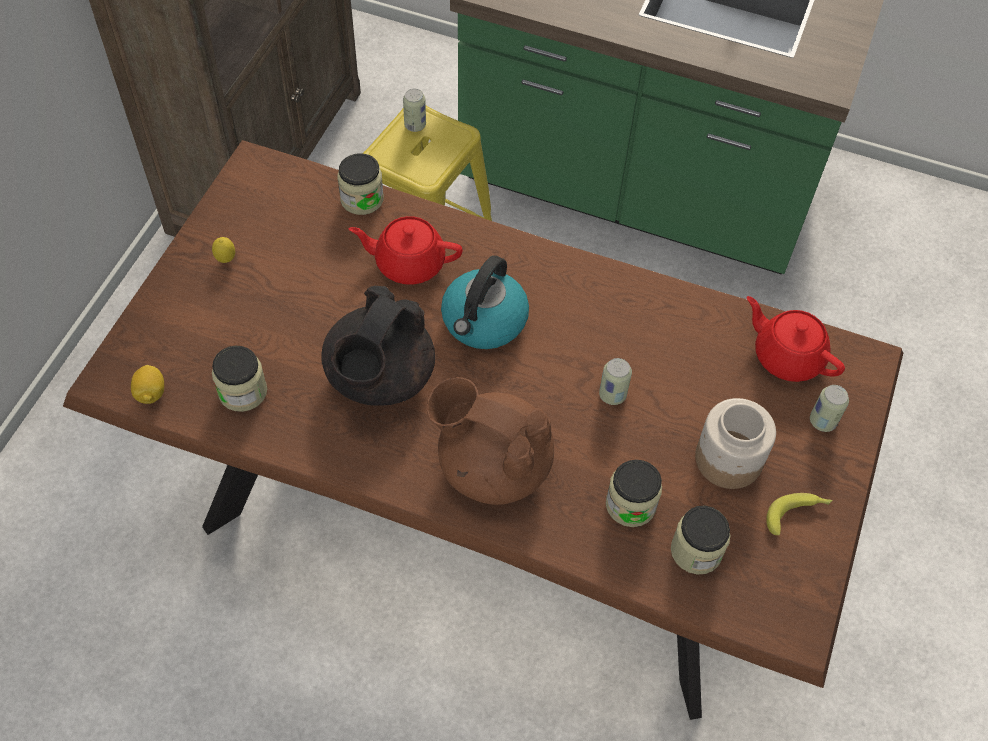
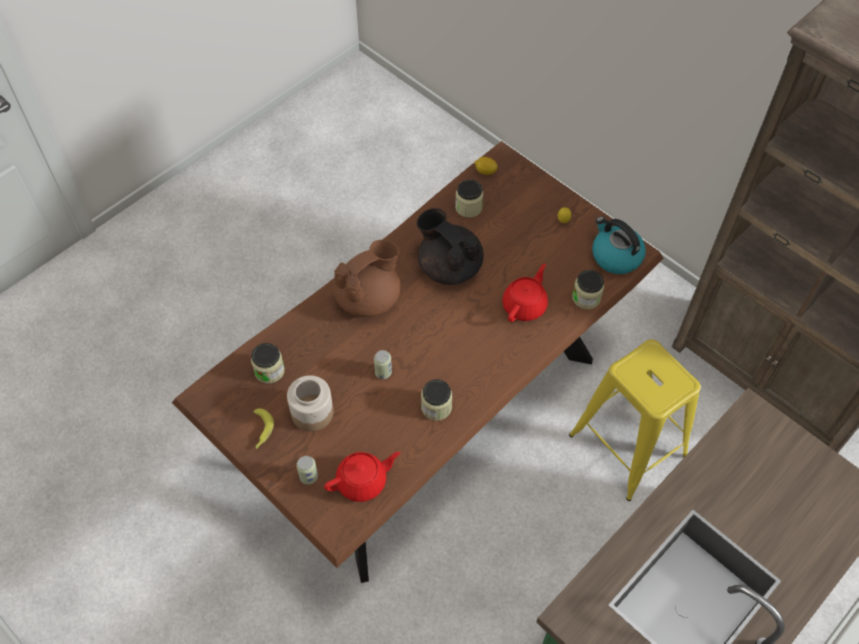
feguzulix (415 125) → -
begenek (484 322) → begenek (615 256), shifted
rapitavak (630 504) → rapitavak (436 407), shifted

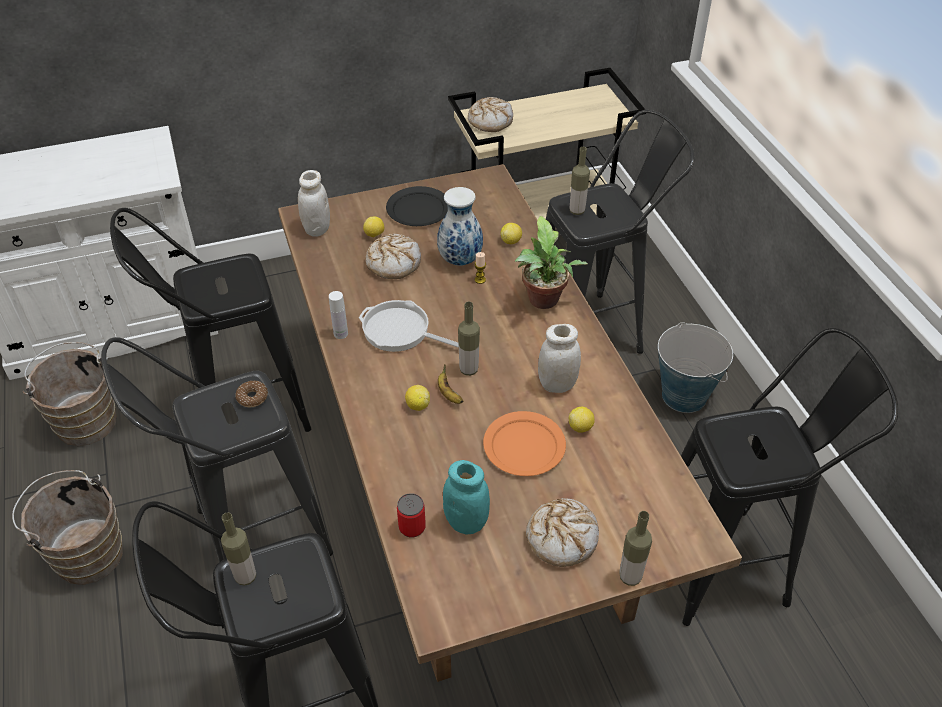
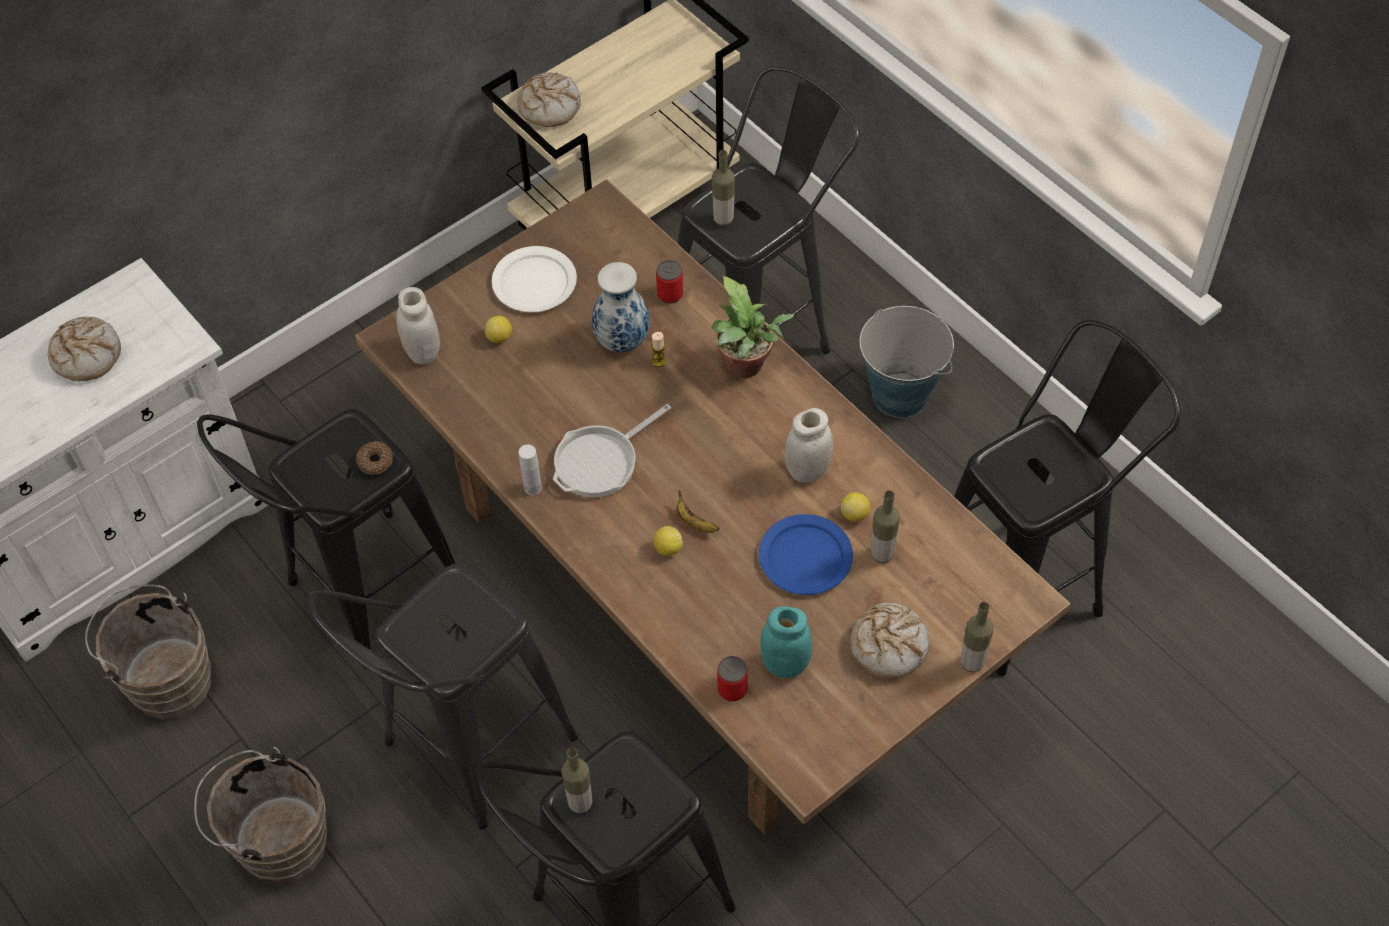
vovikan (252 397) → vovikan (375 461), shifted
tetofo (393 262) → tetofo (86 355), shifted
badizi (469 369) → badizi (882 554), shifted
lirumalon (511 241) → feguzulix (670 294)
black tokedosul (418 209) → white tokedosul (534 283)
orange tokedosul (524 447) → blue tokedosul (806 558)
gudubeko (401 331) → gudubeko (601 461), 45 degrees counterclockwise

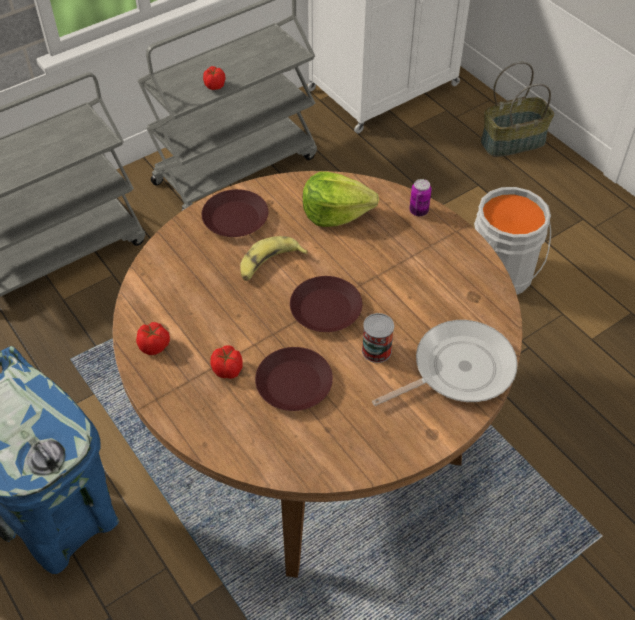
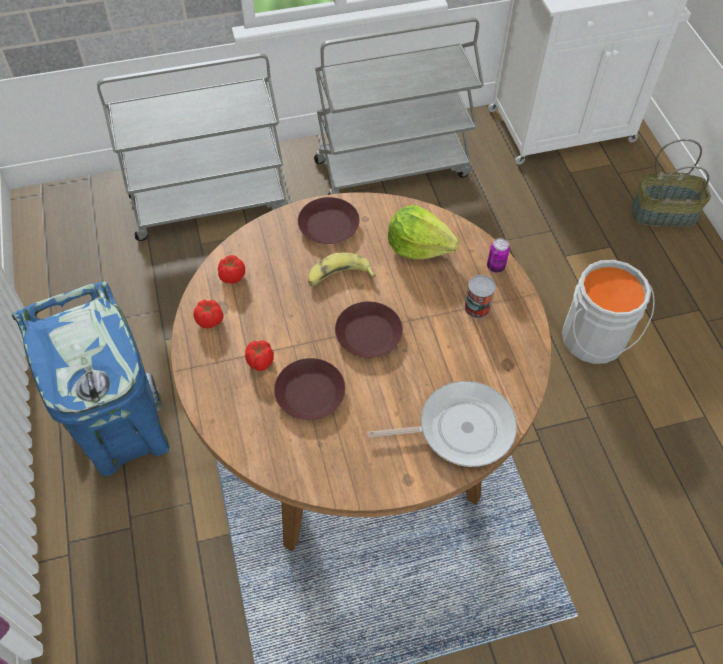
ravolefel (214 86) → ravolefel (232 276), shifted
feguzulix (376 350) → feguzulix (477 307), shifted

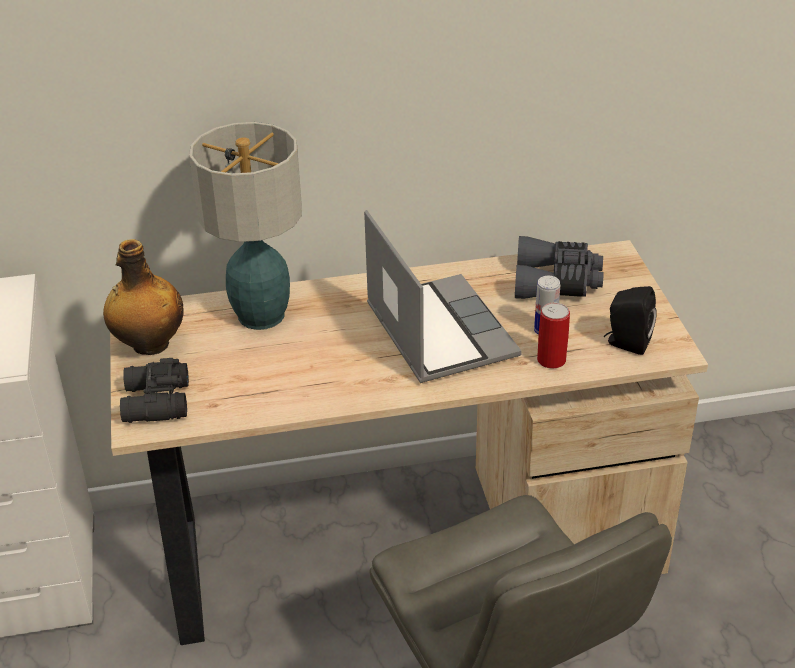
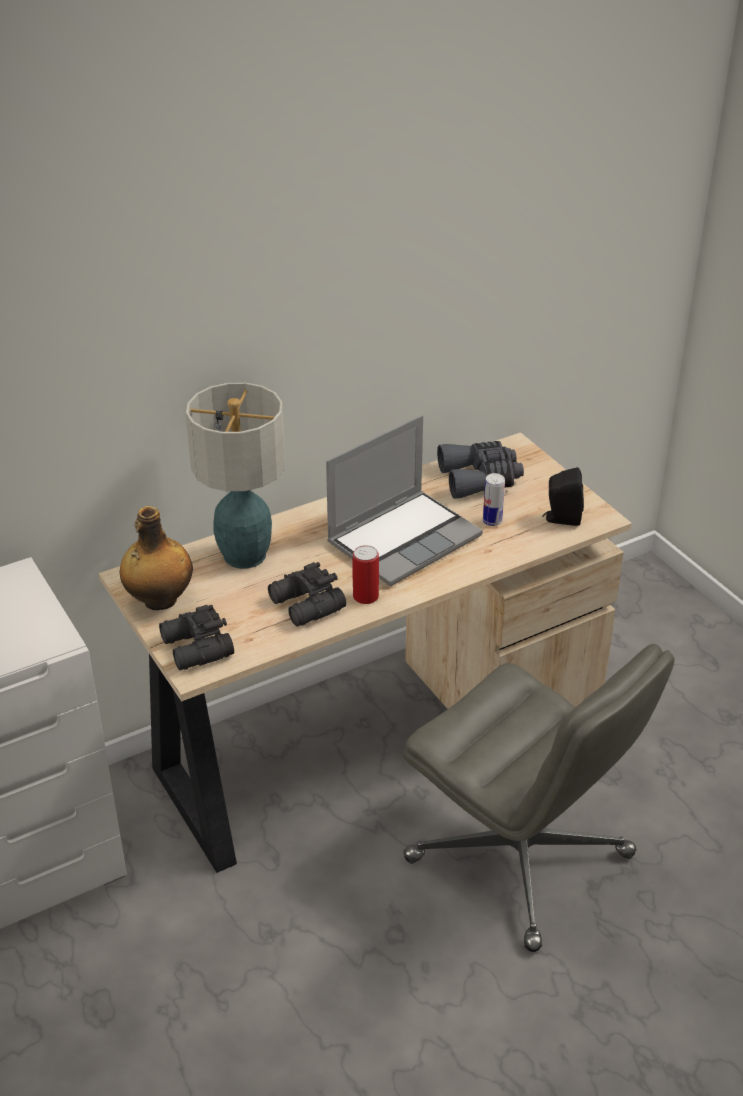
- → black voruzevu (306 606)
feguzulix (551 360) → feguzulix (365 596), shifted
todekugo (437 331) → todekugo (404 538), 90 degrees clockwise

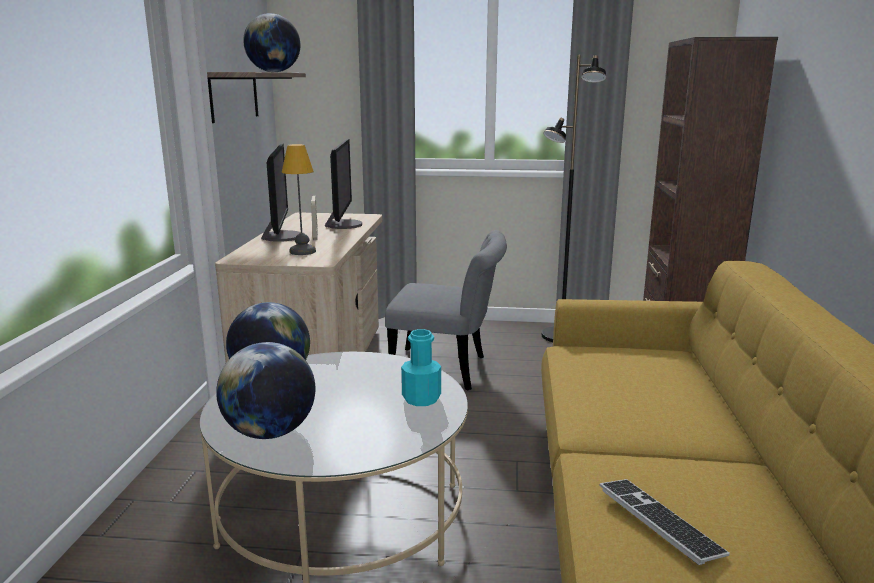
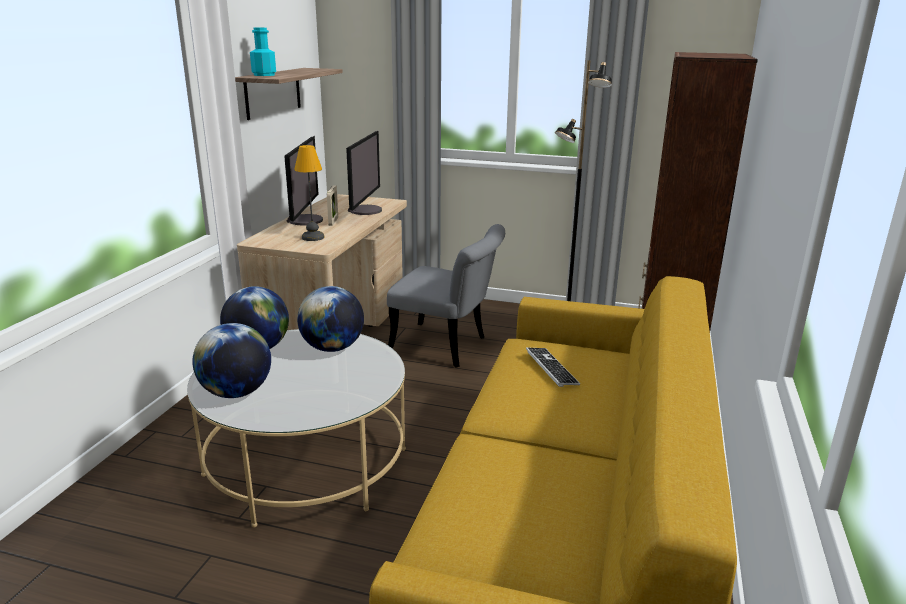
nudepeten (274 72) → nudepeten (332 348), shifted
turquoise badizi (421 398) → turquoise badizi (264 75), shifted
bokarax (659 521) → bokarax (551 368), shifted

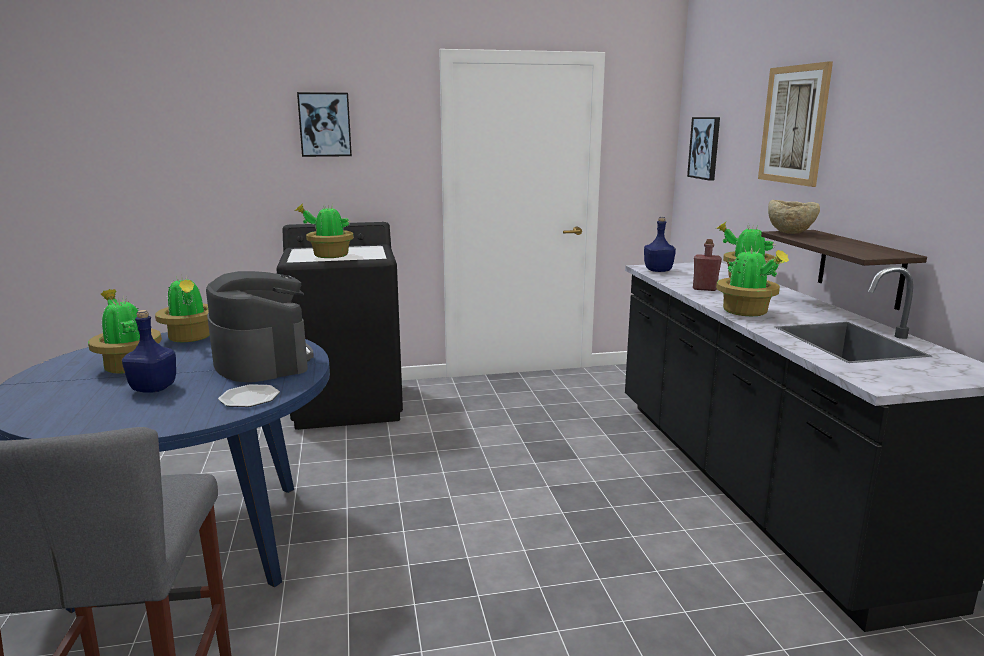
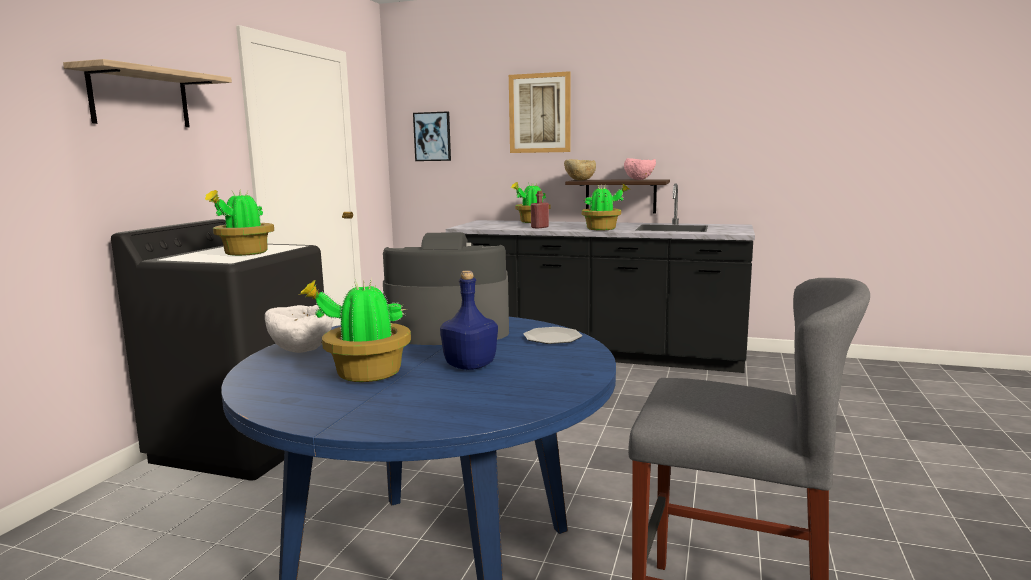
blue badizi (658 270) → -
- → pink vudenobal (639 179)
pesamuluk (190 338) → white vudenobal (302 350)
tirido (325 124) → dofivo (140 98)

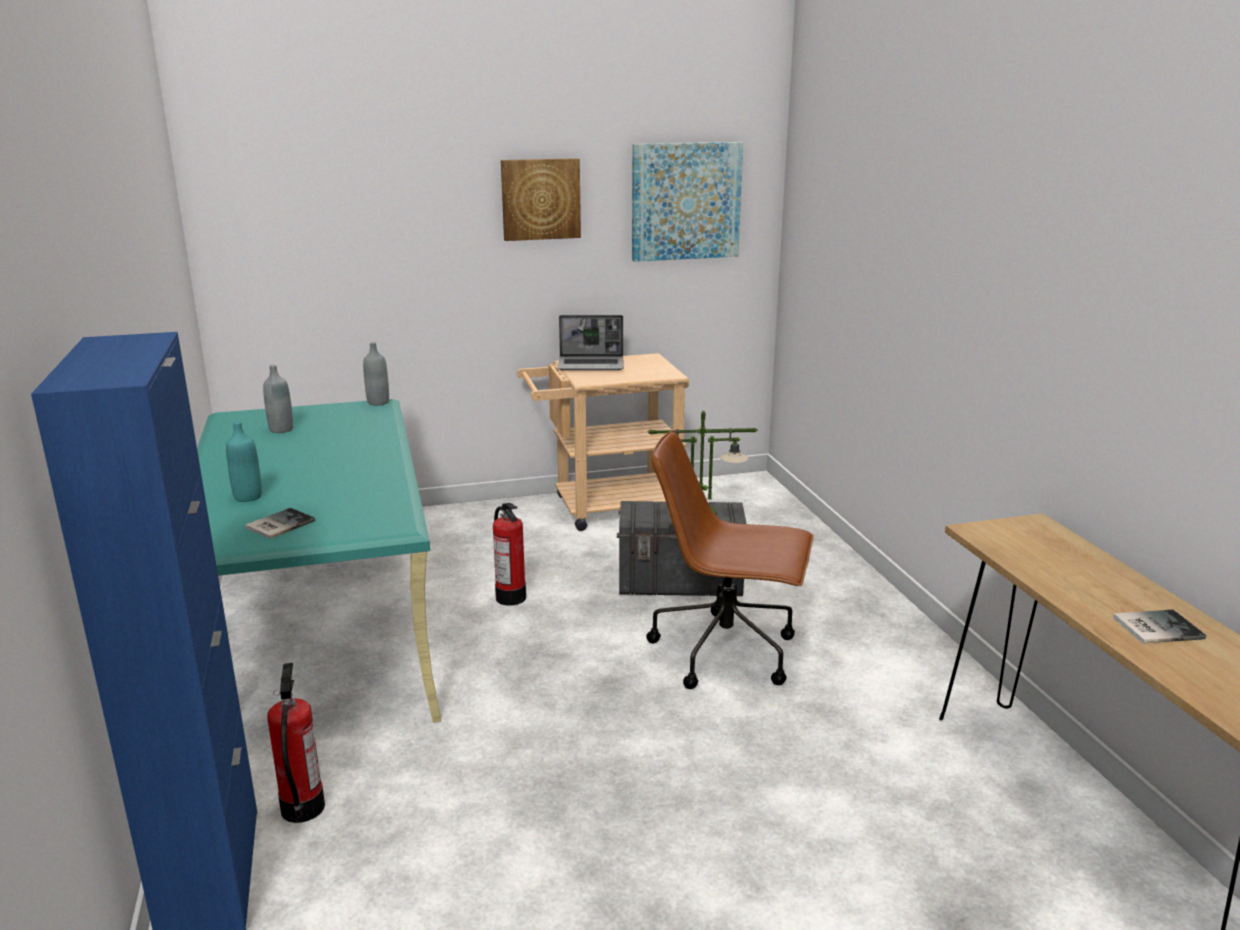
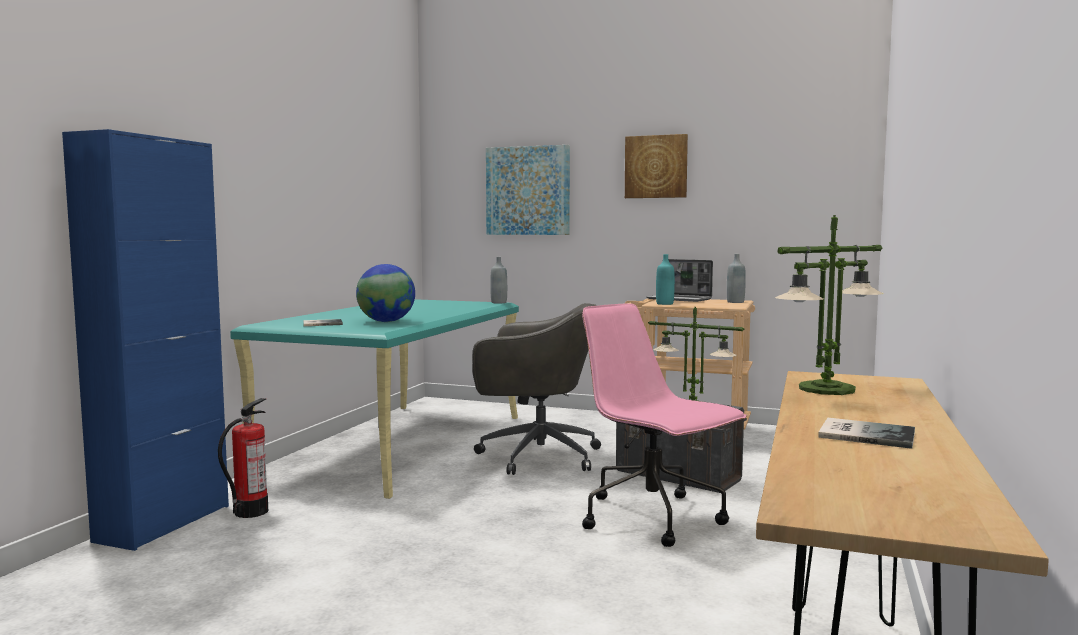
- → nudepeten (386 321)
- → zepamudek (827 389)
turquoise badizi (248 497) → turquoise badizi (664 304), shifted
grey badizi (281 429) → grey badizi (735 302), shifted
tirido (685 201) → tirido (528 191), shifted
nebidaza (511 597) → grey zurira (535 456)
brown zurira (727 652) → pink zurira (653 518)

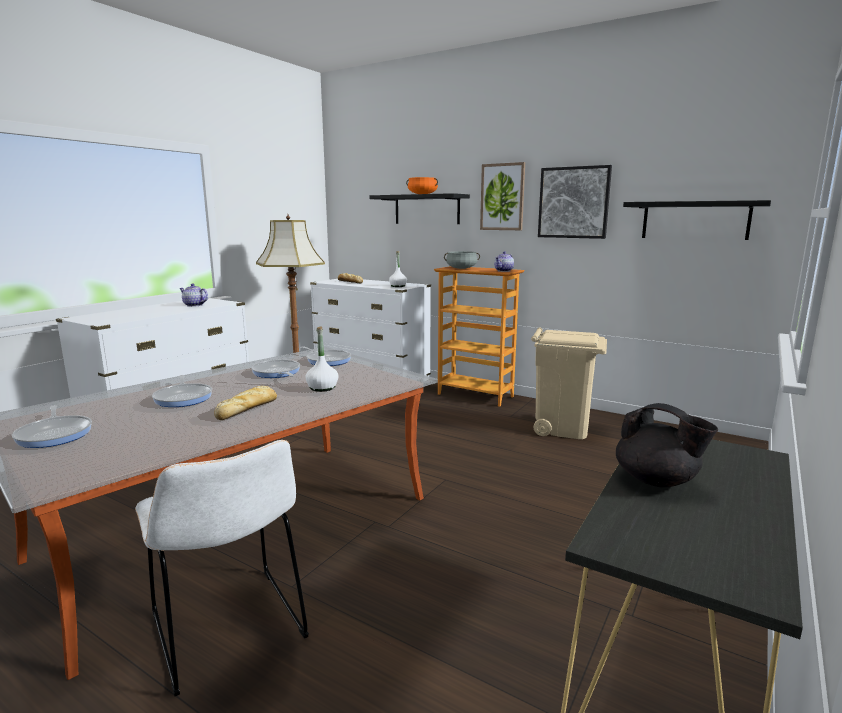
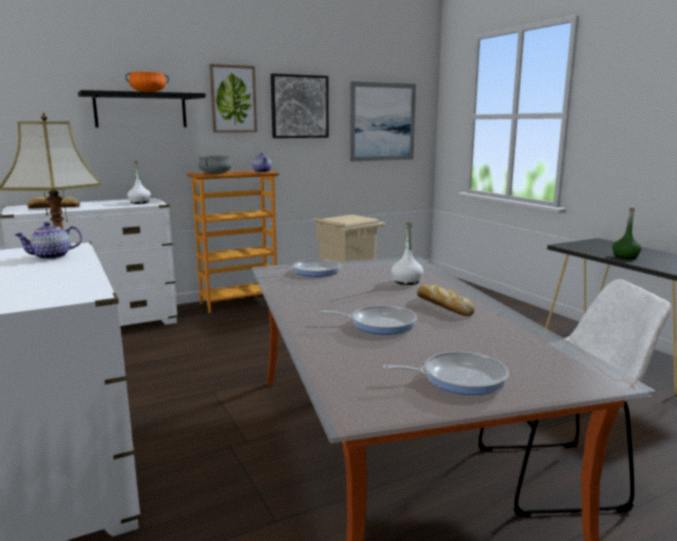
gudubeko (277 373) → -
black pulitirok (657 481) → green badizi (625 257)
black dofivo (695 220) → tirido (382 122)

